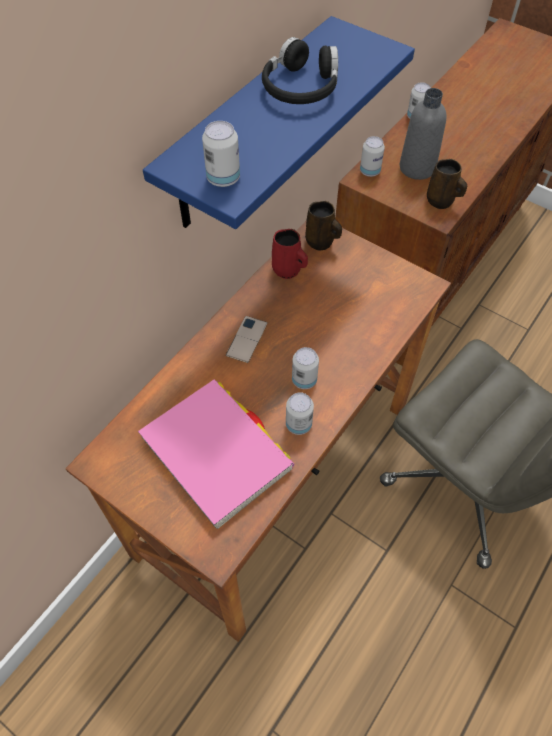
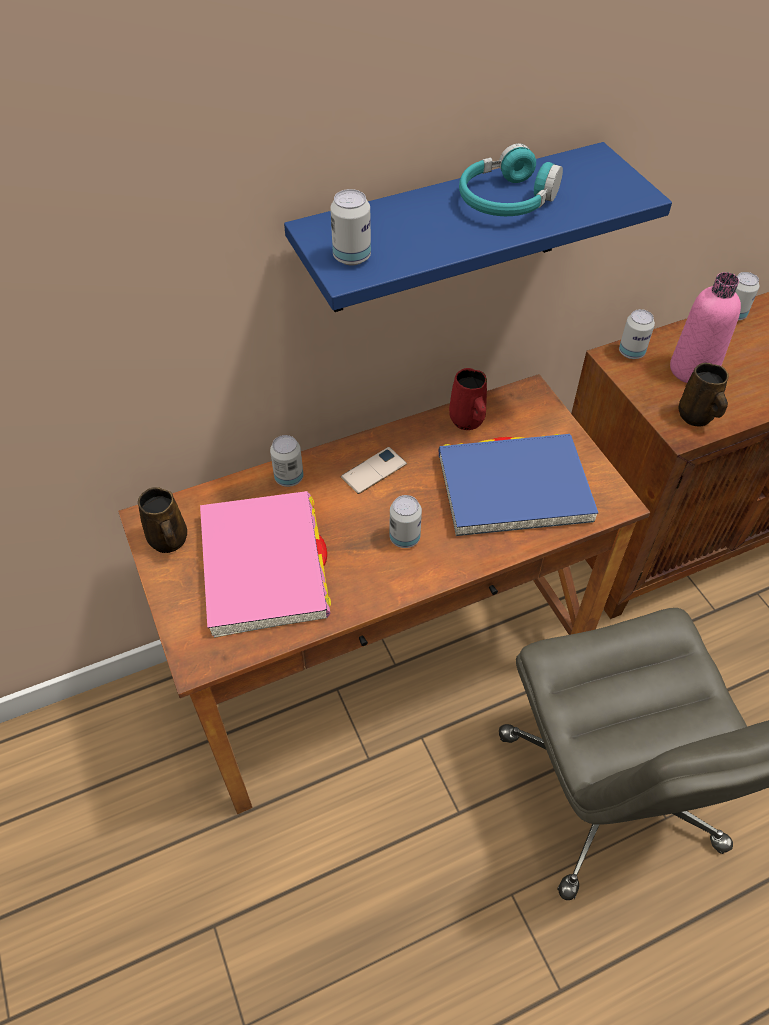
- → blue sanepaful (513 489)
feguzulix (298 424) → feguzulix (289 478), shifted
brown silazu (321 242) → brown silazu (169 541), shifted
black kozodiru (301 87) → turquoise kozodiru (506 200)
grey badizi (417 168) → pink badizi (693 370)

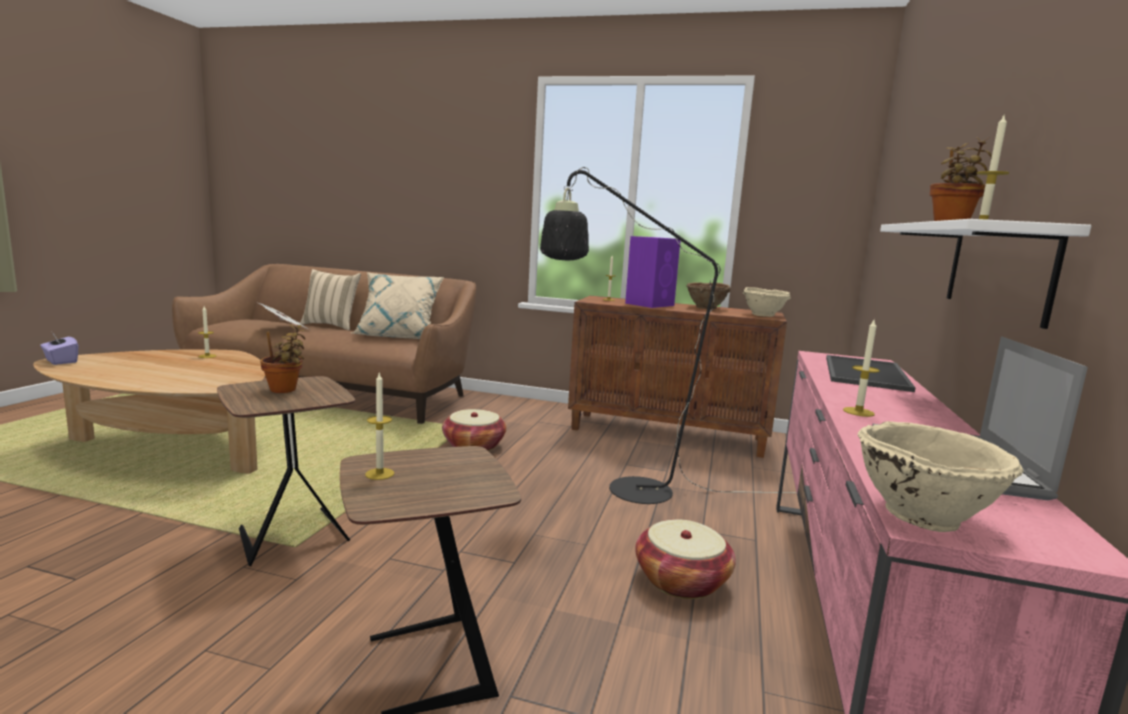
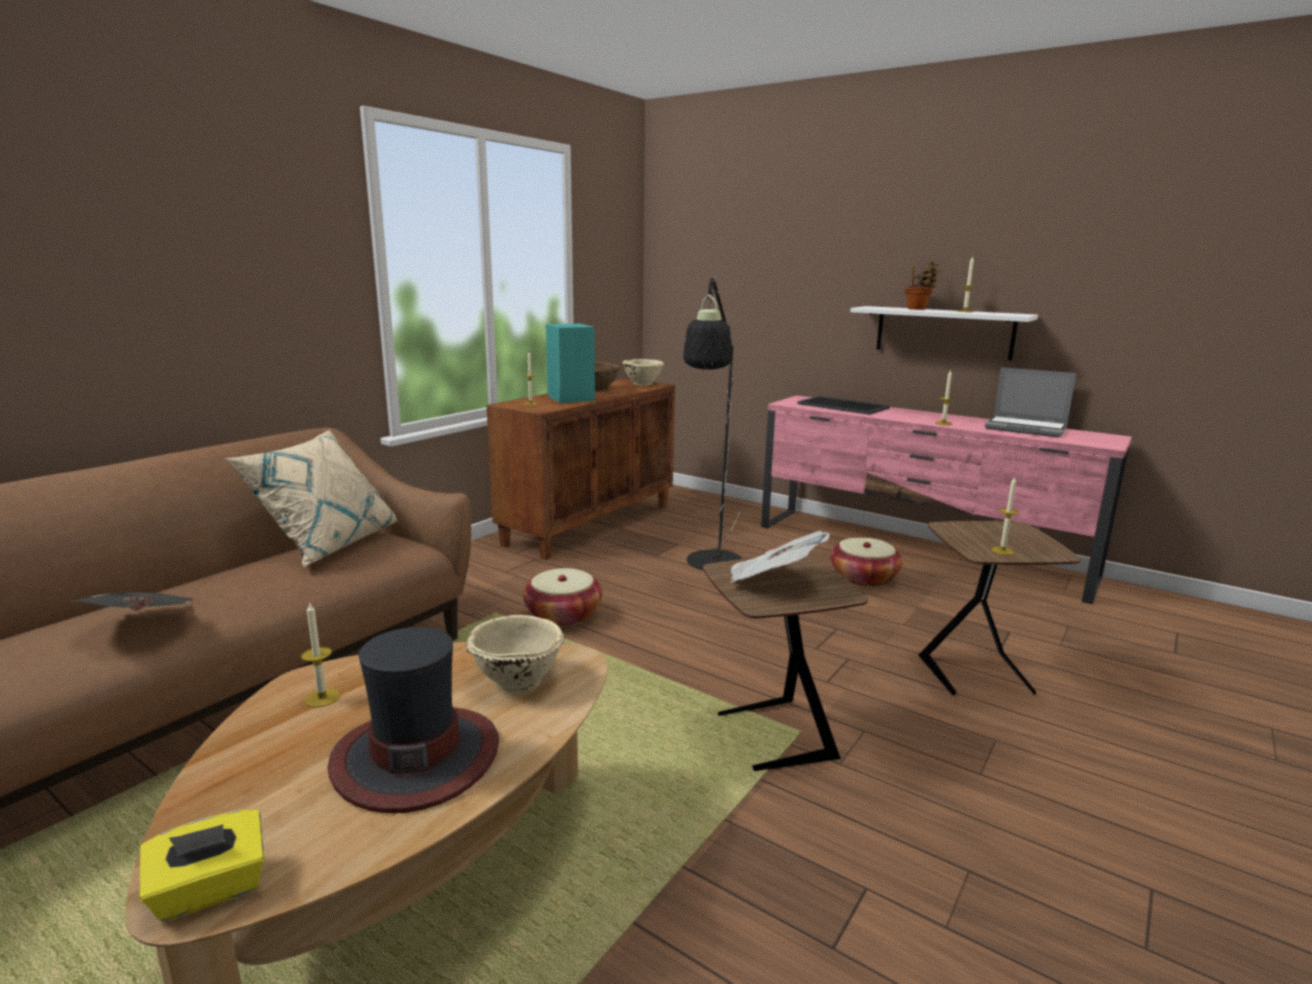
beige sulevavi (331 326) → -
- → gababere (416 756)
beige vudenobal (921 515) → beige vudenobal (517 680), shifted
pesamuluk (285 390) → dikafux (773 581)
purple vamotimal (60 361) → yellow vamotimal (210 890)
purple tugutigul (650 304) → turquoise tugutigul (570 398)

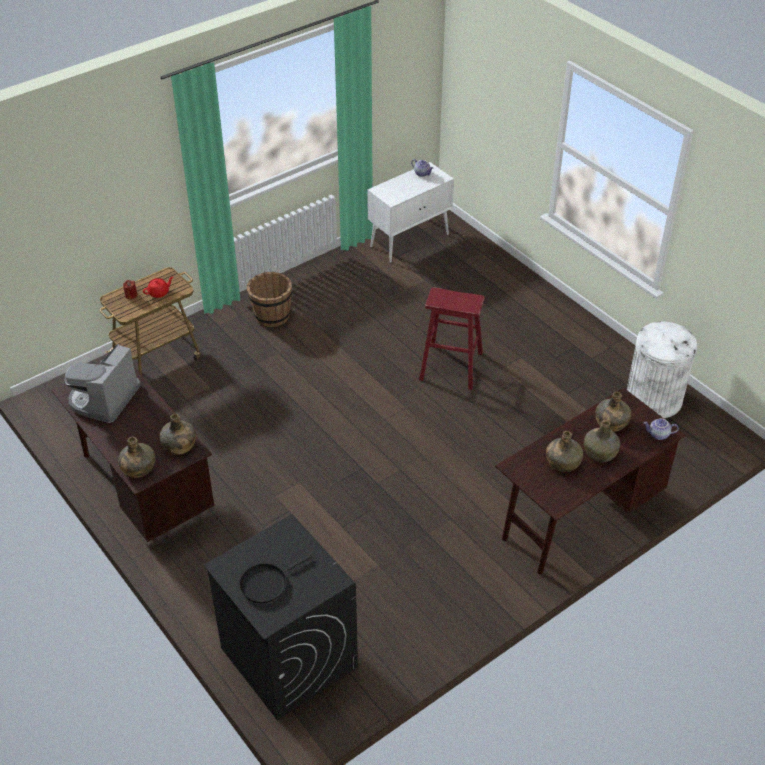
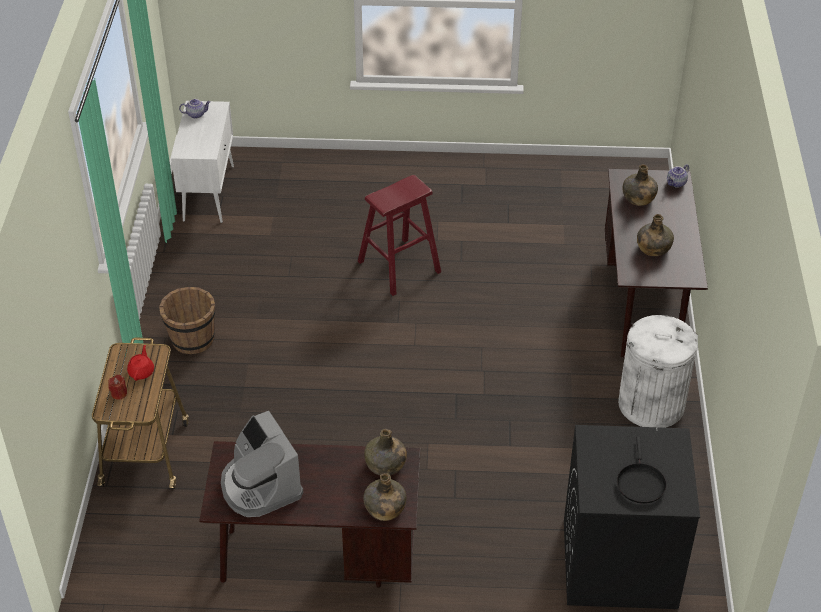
green badizi (600 452) → -
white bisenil (654 399) → white bisenil (651 404), shifted

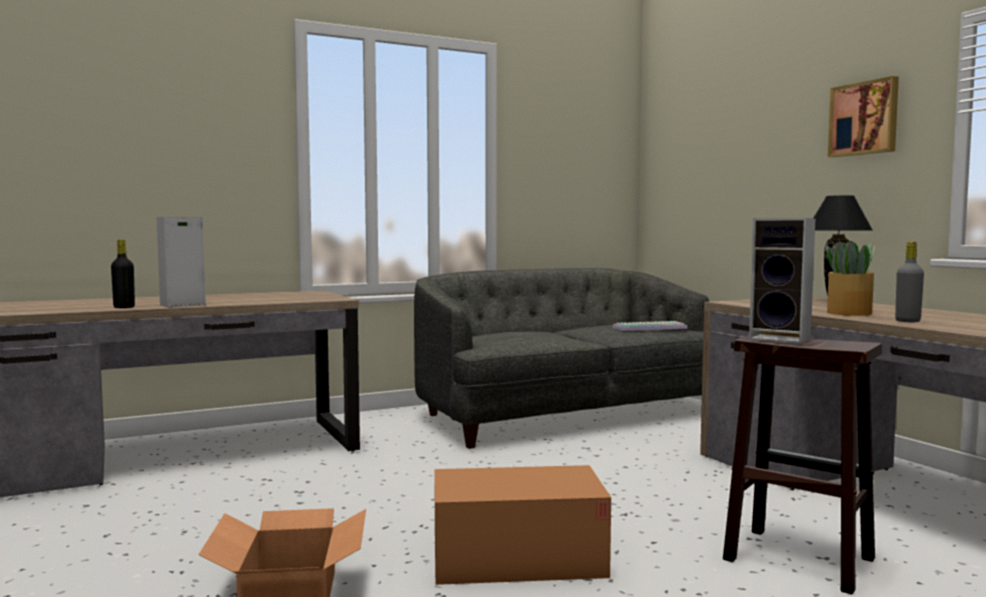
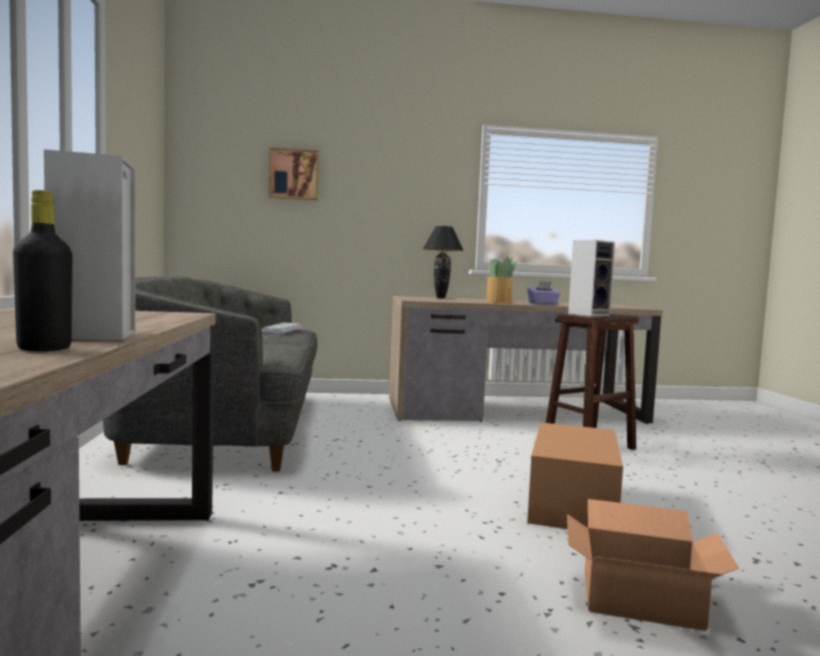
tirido (864 118) → tirido (294 174), shifted
grey badizi (907 321) → purple vamotimal (543 304)

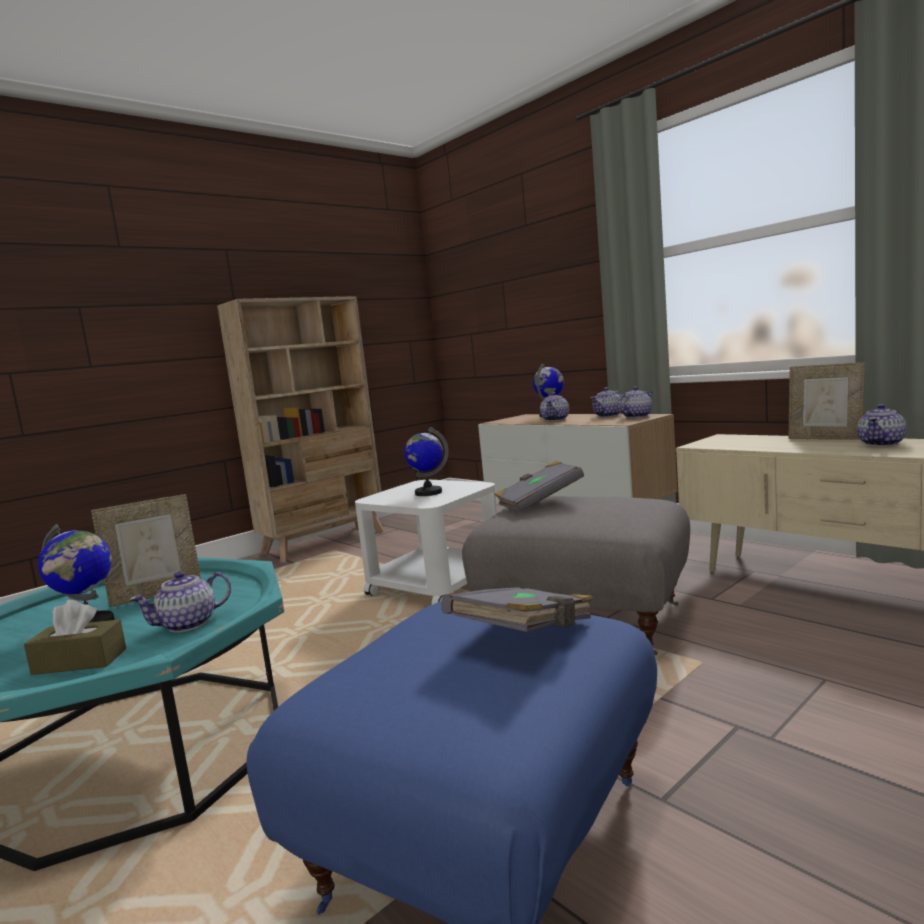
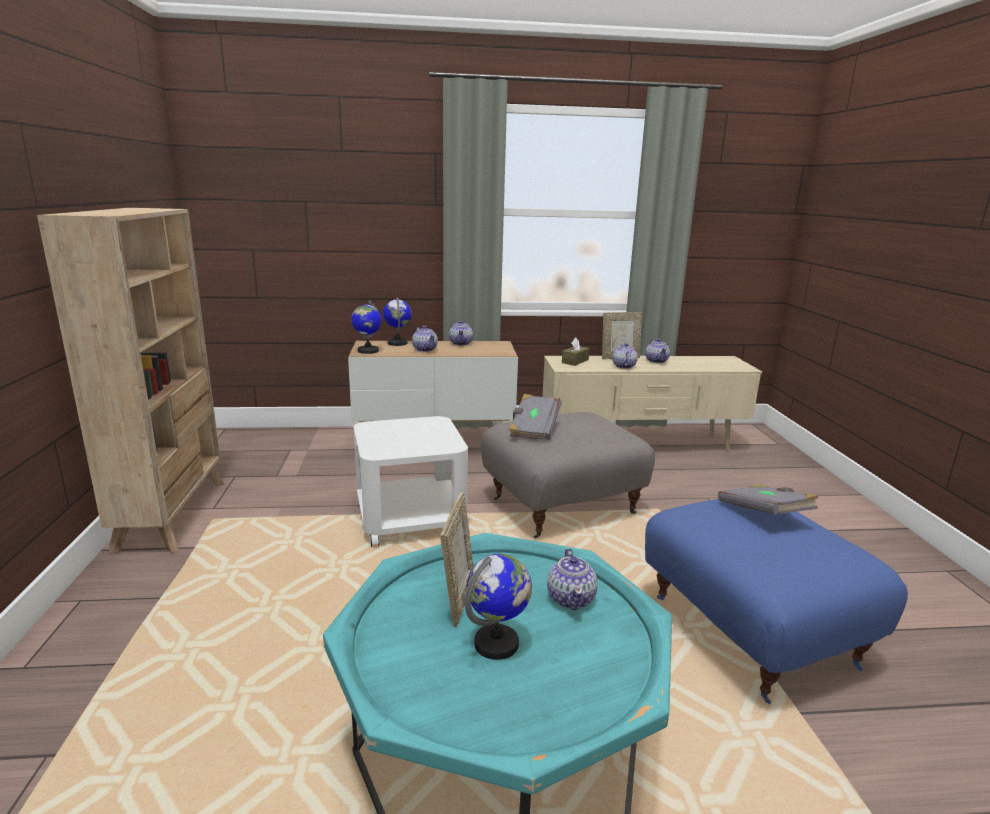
brown vamotimal (80 661) → brown vamotimal (575 361), shifted
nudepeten (428 493) → nudepeten (368 351), shifted
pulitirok (636 416) → pulitirok (623 366), shifted

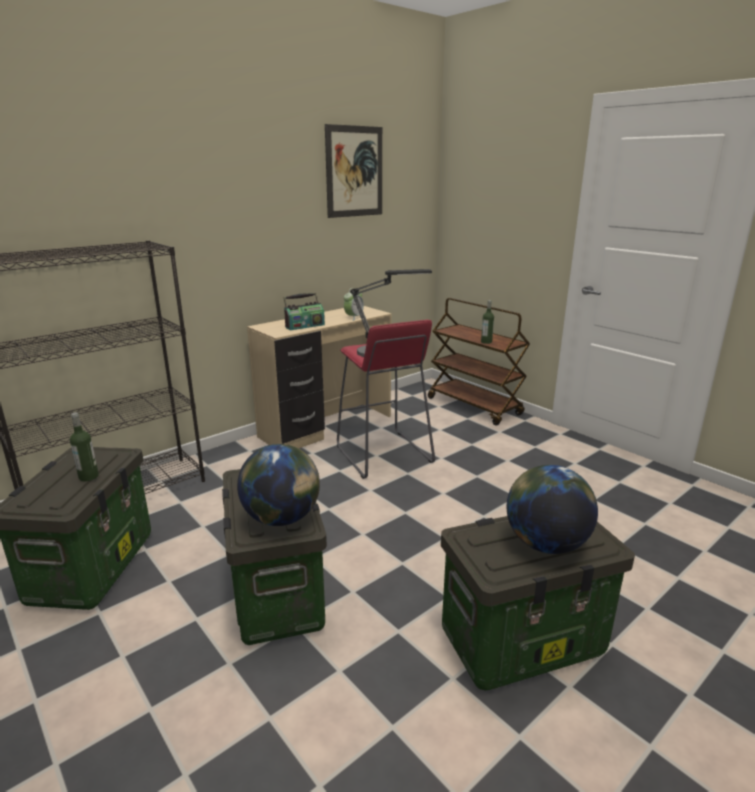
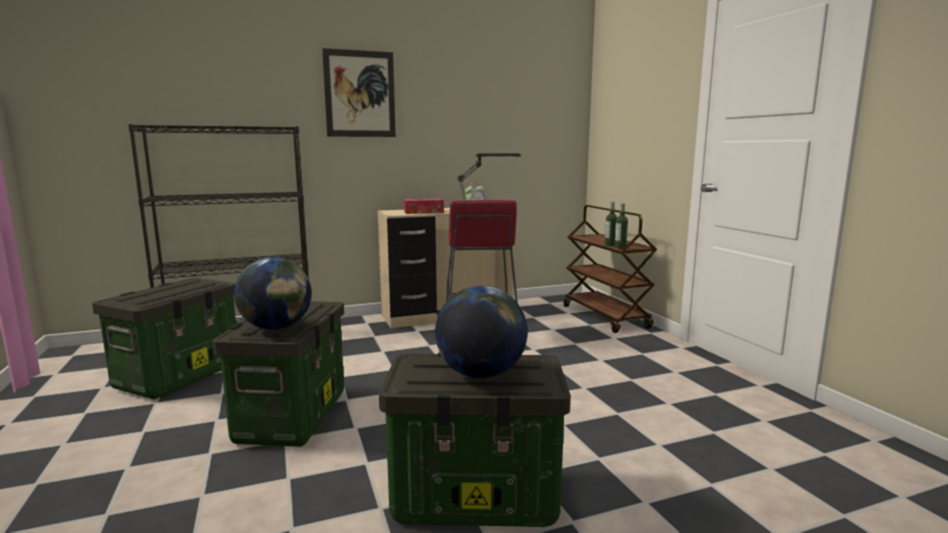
badizi (88 477) → badizi (620 247), shifted
tirido (354 172) → tirido (360 94), shifted
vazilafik (304 326) → vamotimal (423 212)

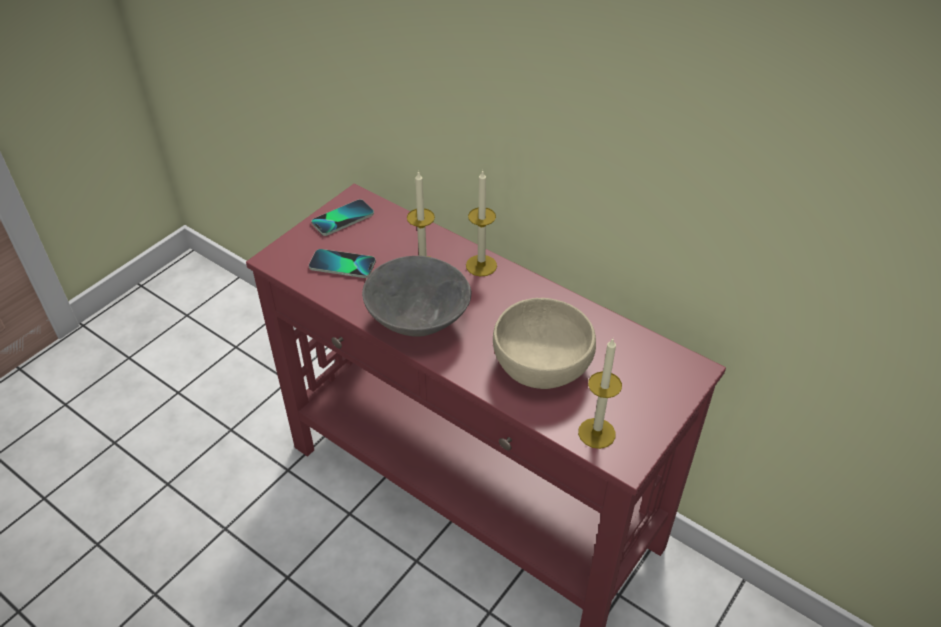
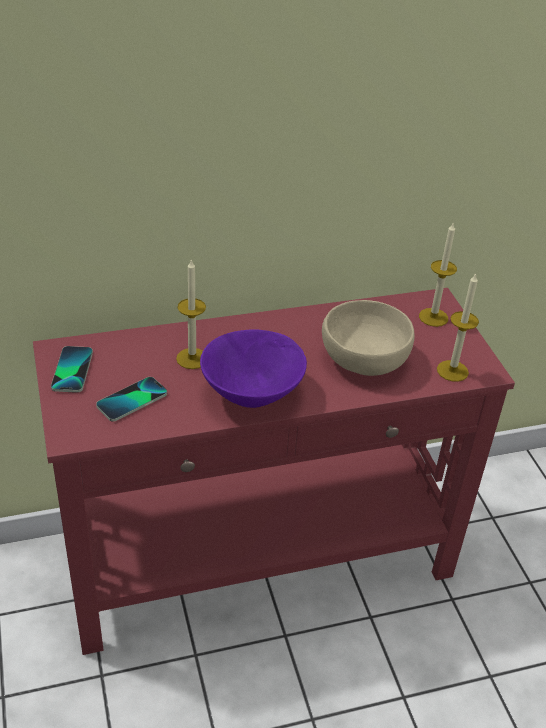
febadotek (481 265) → febadotek (433 317), shifted
grey vudenobal (419 322) → purple vudenobal (253 394)

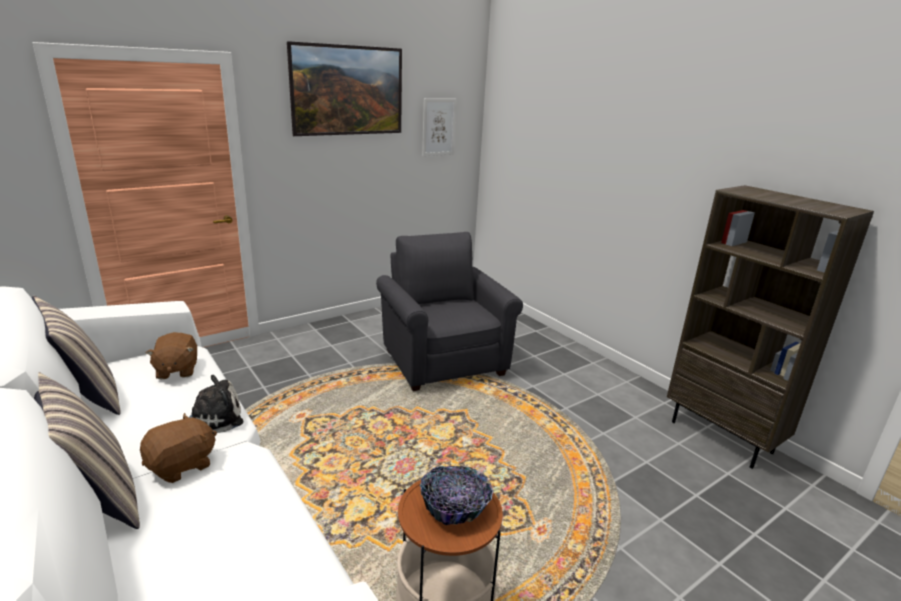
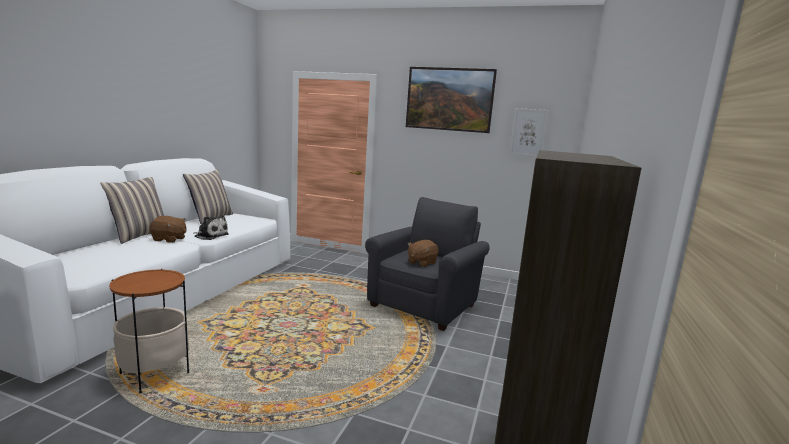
vudenobal (455 506) → -
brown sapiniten (176 370) → brown sapiniten (421 263), shifted

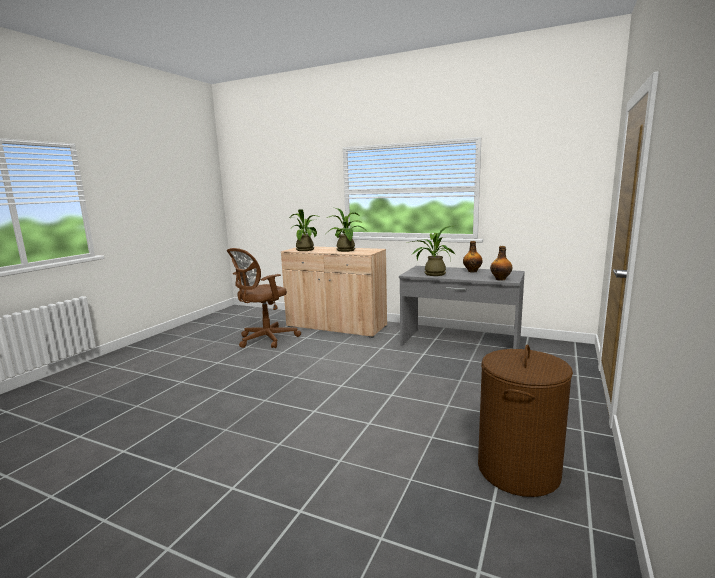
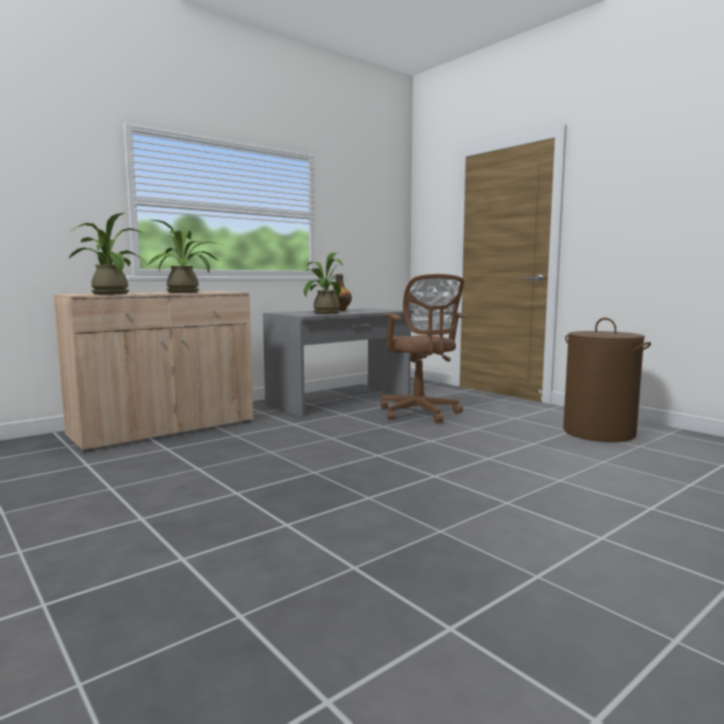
badizi (501 279) → -
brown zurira (265 339) → brown zurira (420 414), shifted

